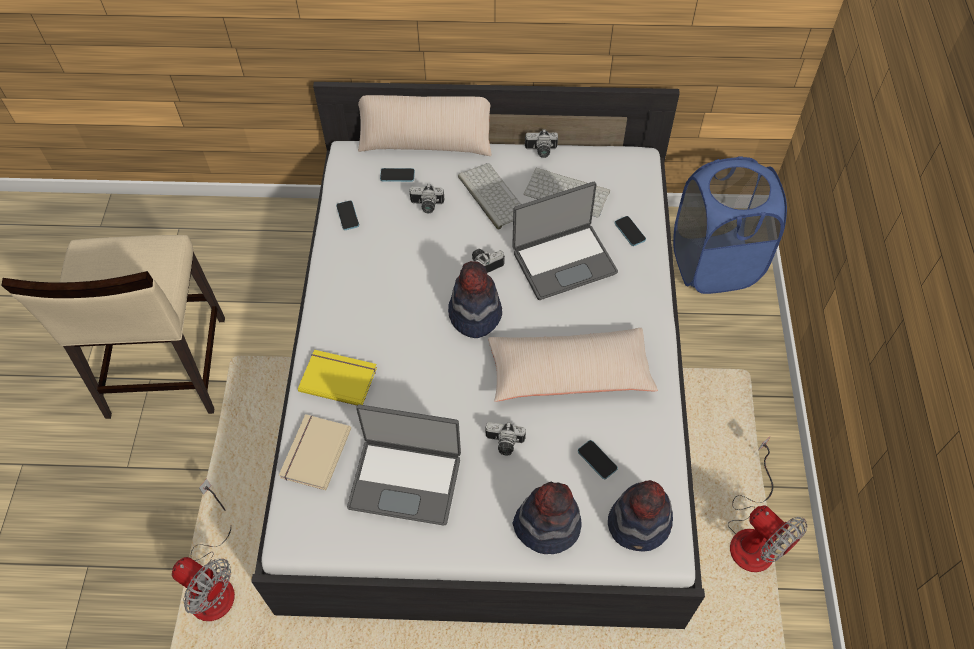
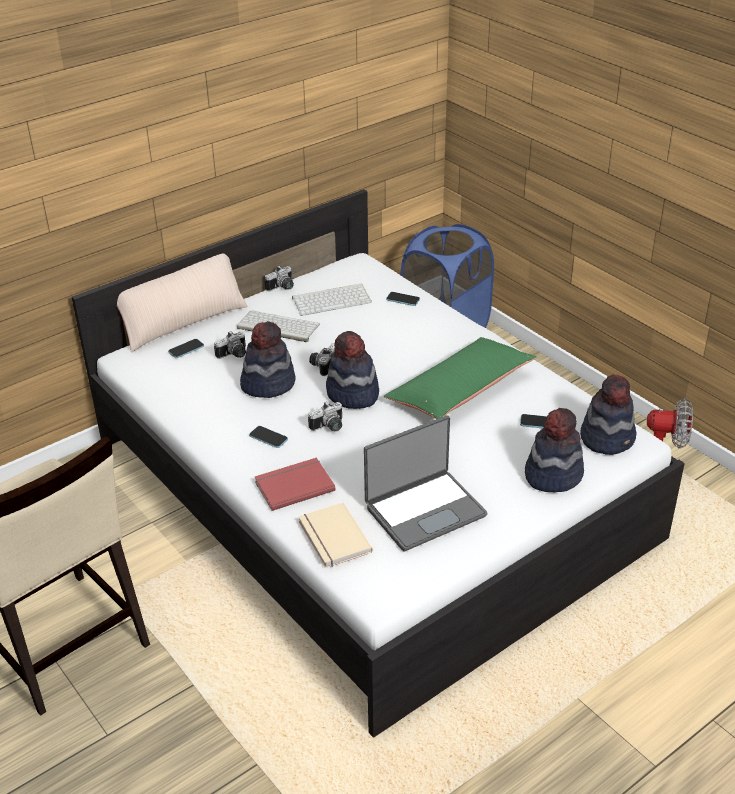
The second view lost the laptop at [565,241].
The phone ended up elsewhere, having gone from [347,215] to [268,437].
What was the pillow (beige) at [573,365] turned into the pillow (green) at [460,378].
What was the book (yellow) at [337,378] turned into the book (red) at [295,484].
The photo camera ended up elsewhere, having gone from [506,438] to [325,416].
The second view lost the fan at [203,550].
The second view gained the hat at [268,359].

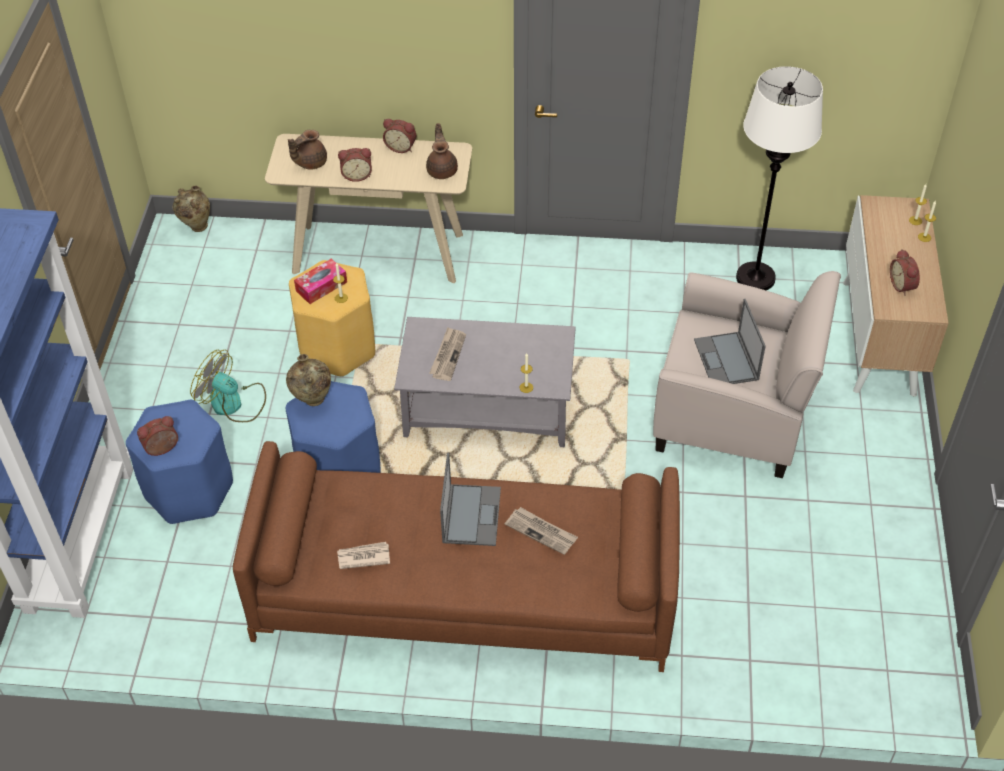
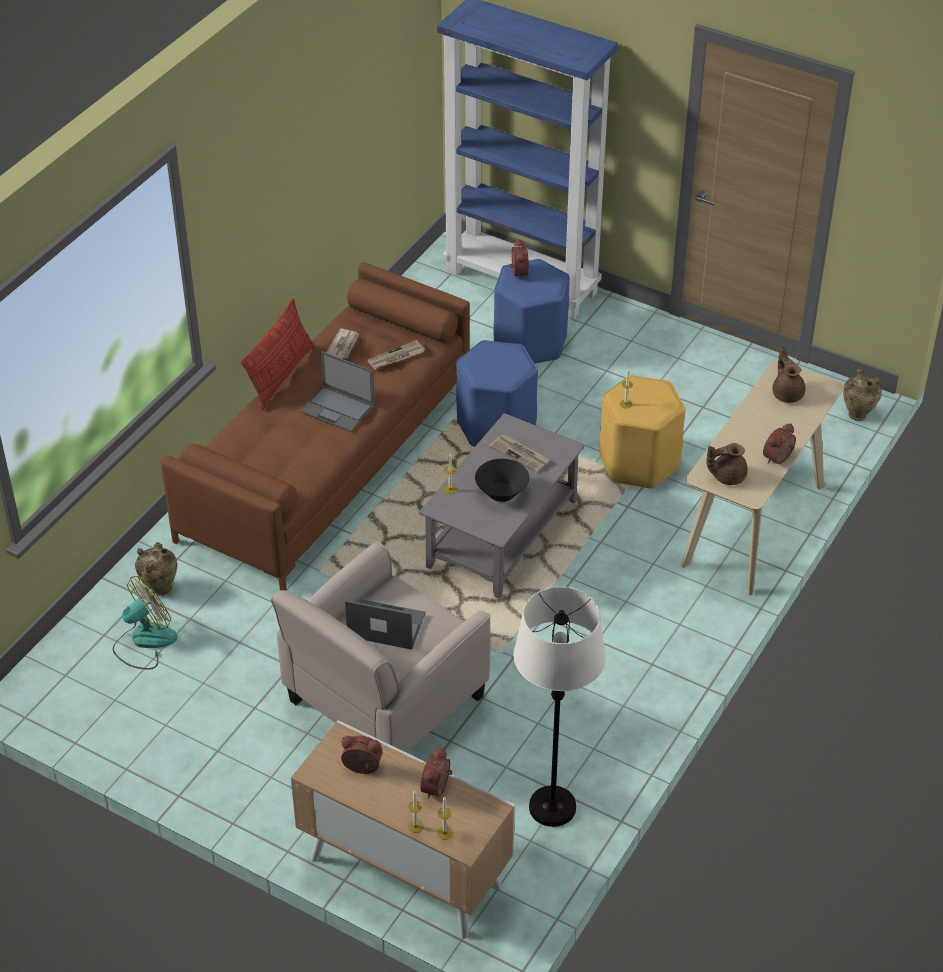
The teapot (brown) at [442,151] ended up facing another way, 150 degrees clockwise from before.
The alarm clock ended up elsewhere, having gone from [355,165] to [436,773].
The second view lost the tissue box at [320,281].
The fan ended up elsewhere, having gone from [228,386] to [145,623].
The vase (beige) ended up elsewhere, having gone from [308,380] to [156,569].
The newspaper ended up elsewhere, having gone from [541,531] to [396,355].
The second view gained the pillow at [278,354].
The second view gained the bowl (black) at [502,480].

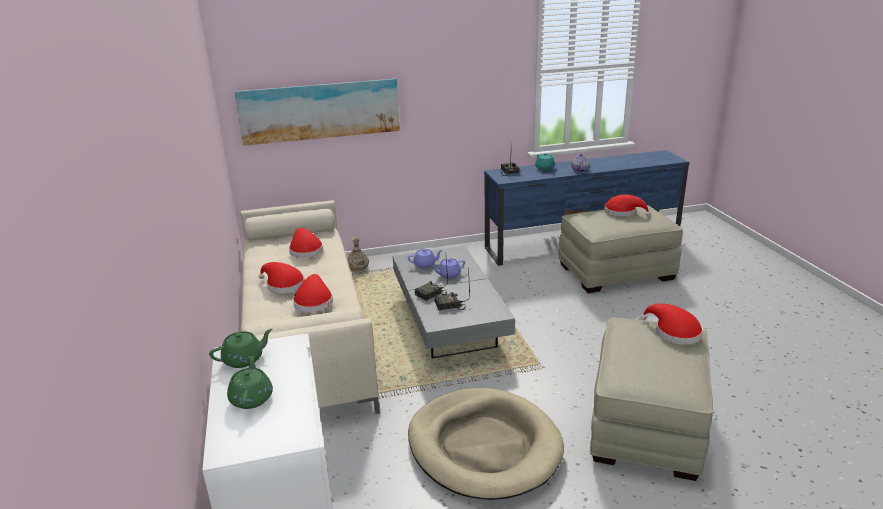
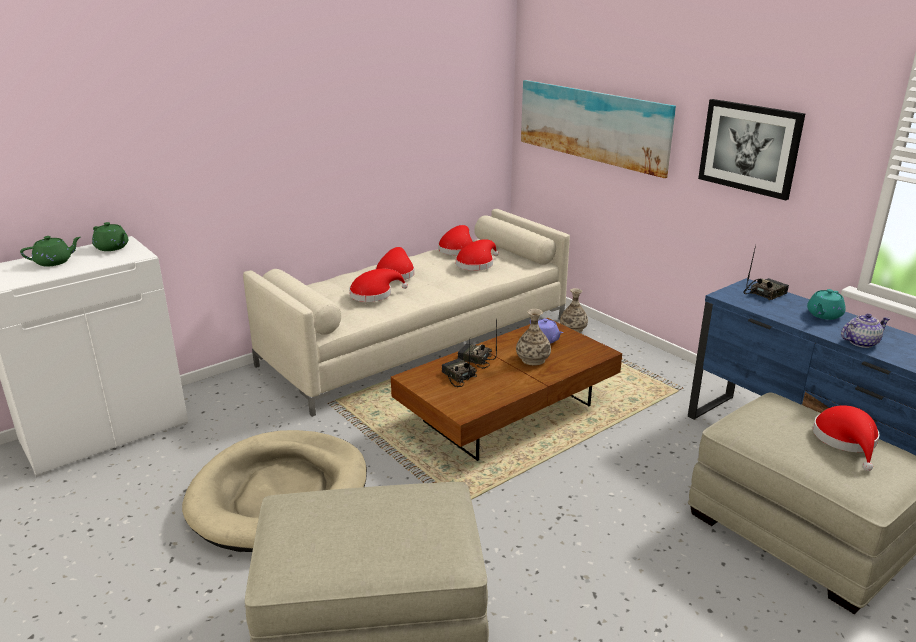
What was the coffee table (grey) at [454,302] turned into the coffee table (brown) at [506,389].
Where the teapot (purple) stood at [448,268], the vase came to stand at [533,337].
The hat (red) ended up elsewhere, having gone from [671,324] to [455,240].
The second view gained the picture at [751,149].

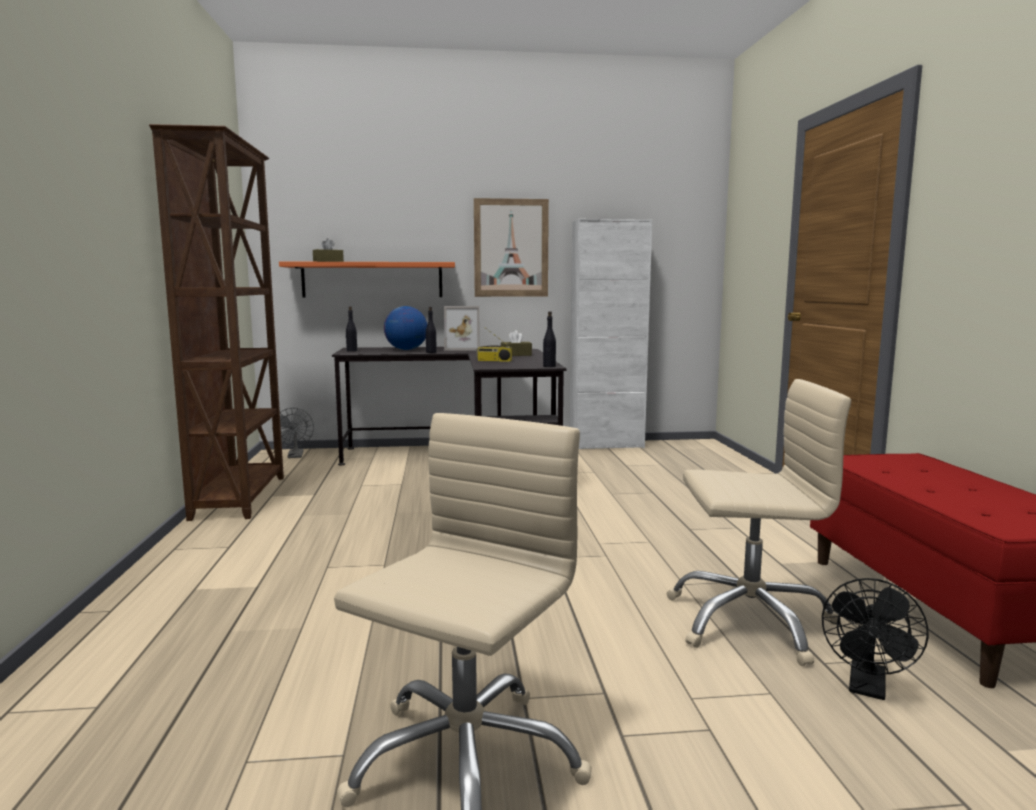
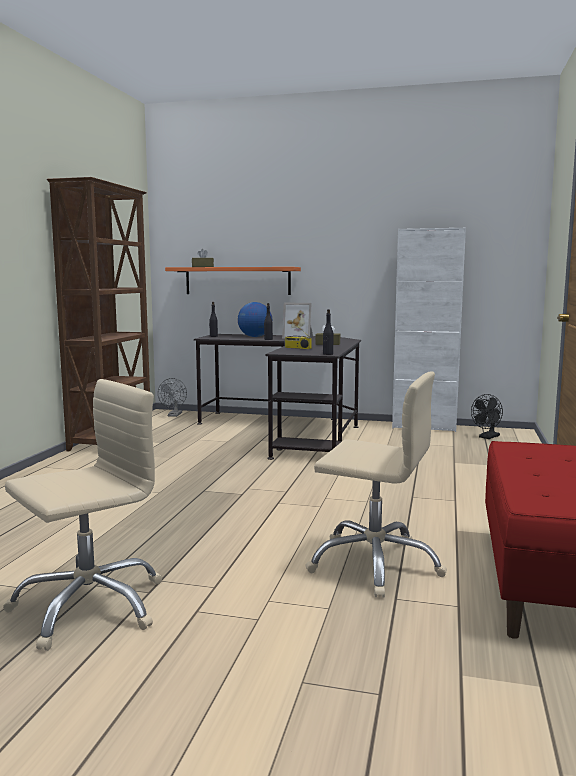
The second view lost the picture at [511,247].
The fan (black) ended up elsewhere, having gone from [875,639] to [487,416].

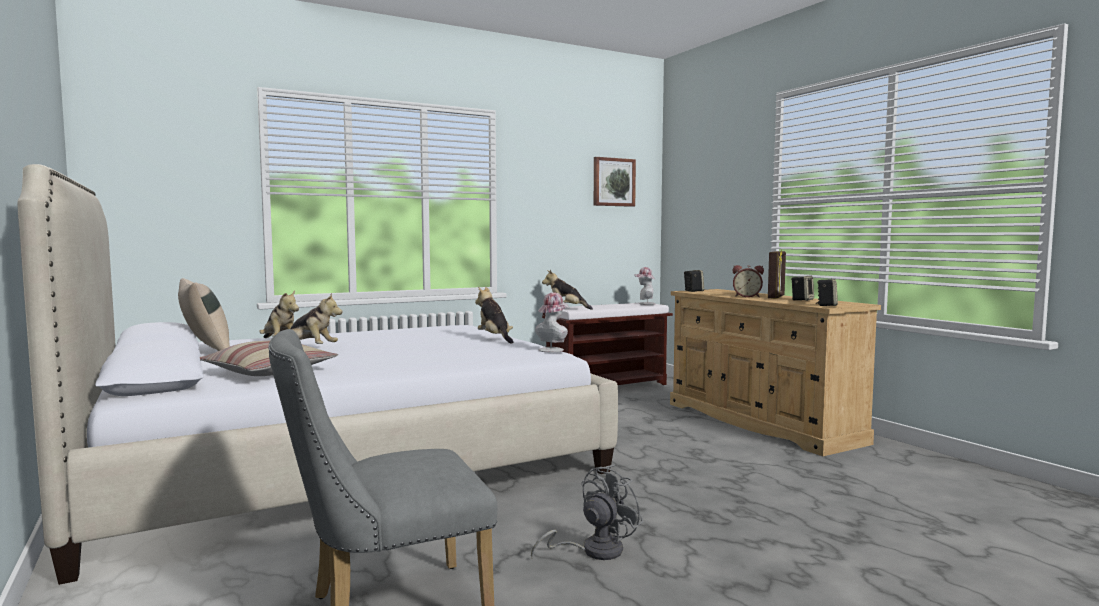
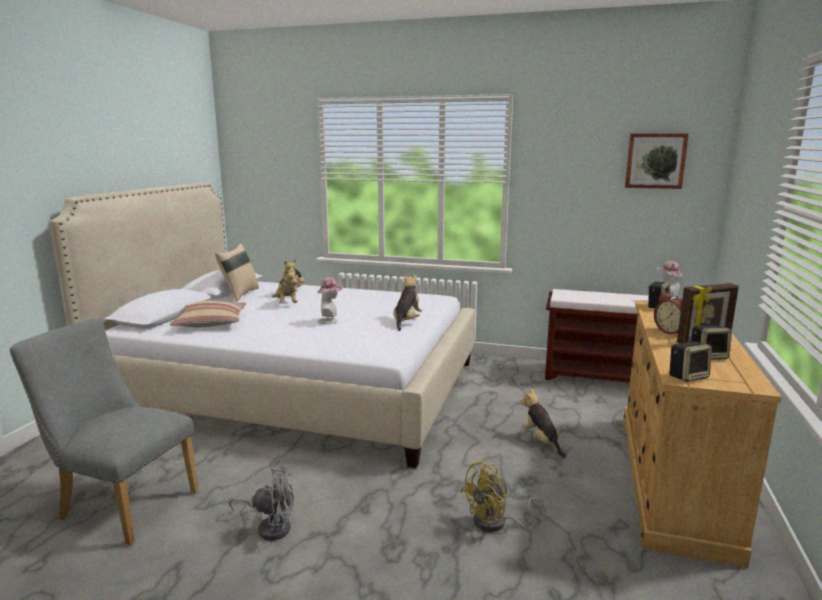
The plush toy ended up elsewhere, having gone from [567,290] to [543,423].
The hat ended up elsewhere, having gone from [552,322] to [330,300].
The second view gained the fan (yellow) at [503,496].

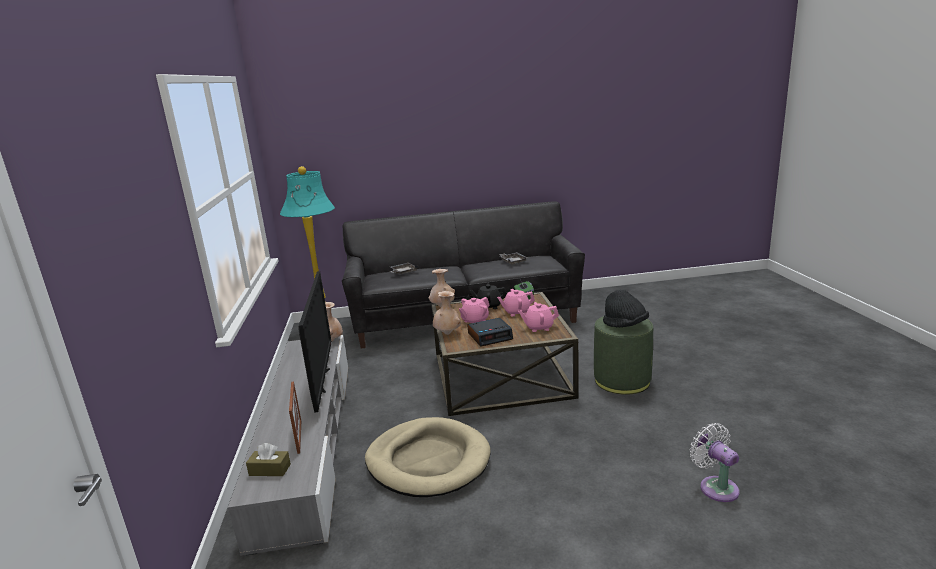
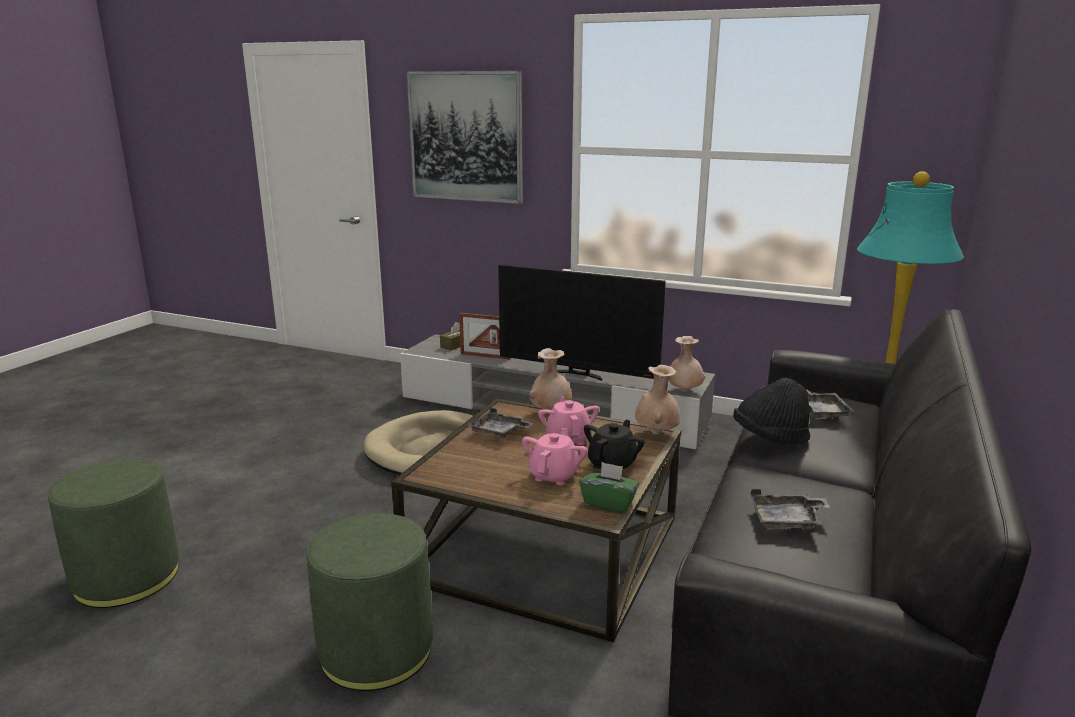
The hat (black) ended up elsewhere, having gone from [626,308] to [771,411].
The second view lost the teapot (pink) at [538,317].
Where the alarm clock stood at [490,332], the tray (grey) came to stand at [501,423].
Where the fan (white) stood at [715,462], the ottoman (green) came to stand at [113,533].
The second view gained the picture at [465,137].

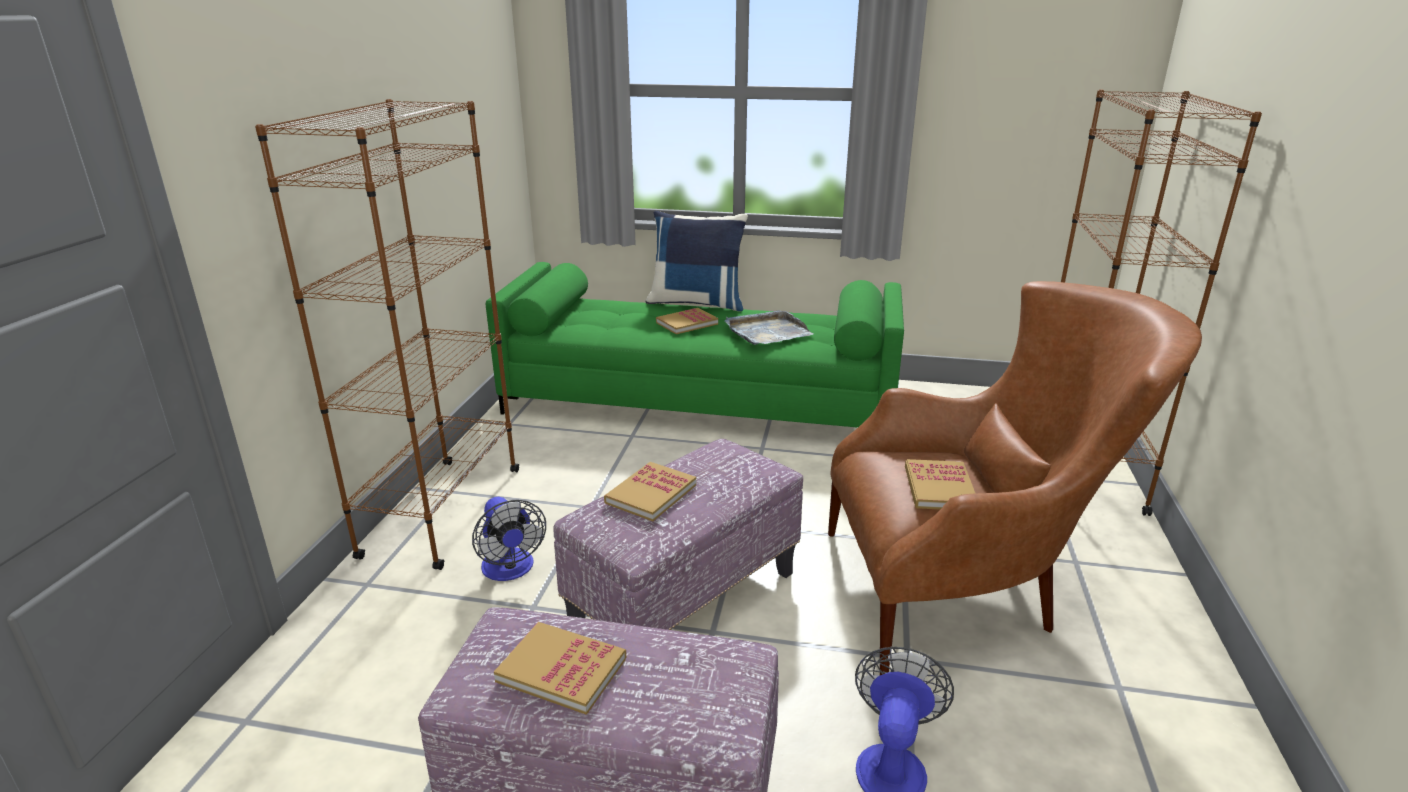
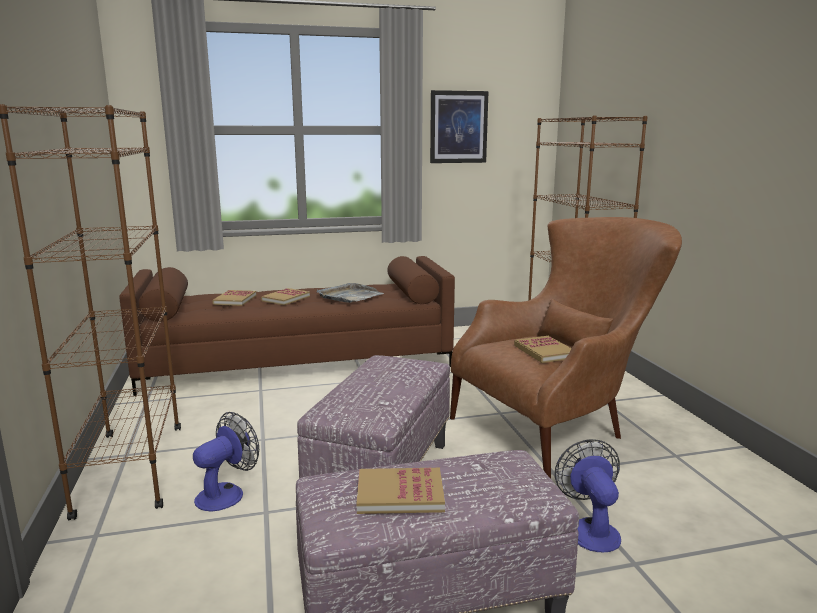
The second view lost the pillow (blue) at [697,261].
What was the sofa (green) at [695,345] turned into the sofa (brown) at [287,326].
The book ended up elsewhere, having gone from [650,491] to [234,298].
The fan at [509,539] ended up facing another way, 90 degrees counterclockwise from before.
The second view gained the picture at [459,126].

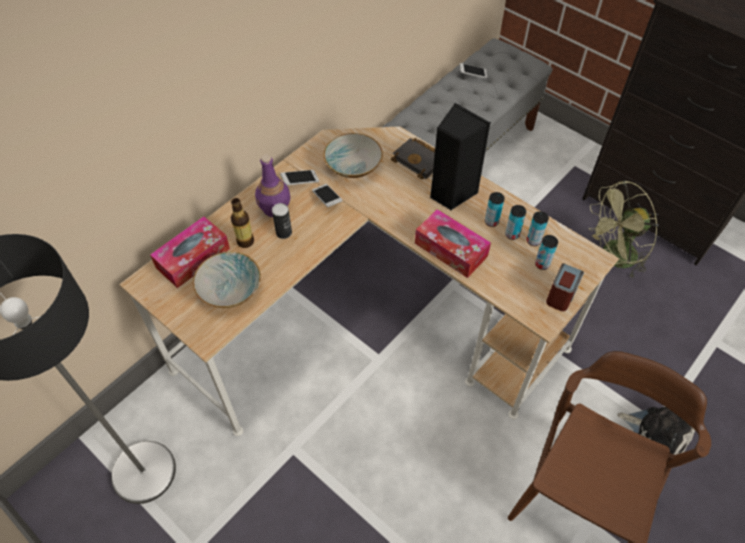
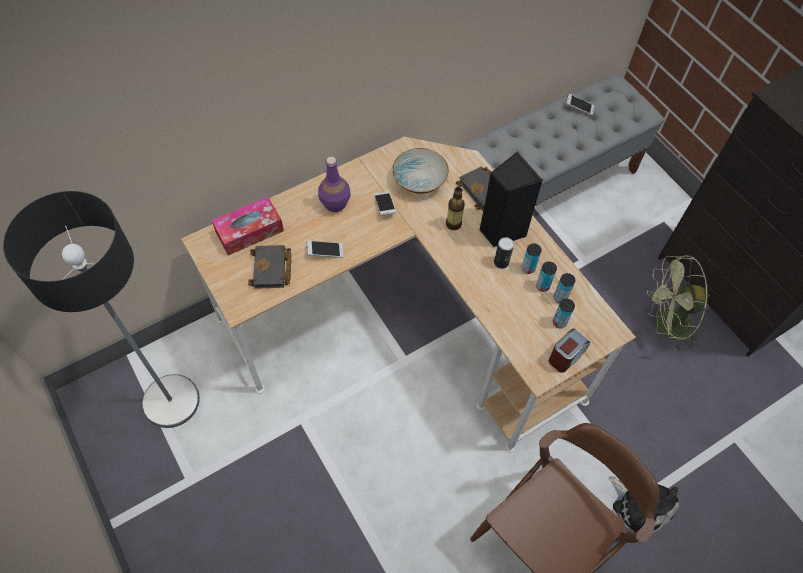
The phone ended up elsewhere, having gone from [299,177] to [325,249].
The bottle ended up elsewhere, having gone from [242,223] to [455,208].
The can ended up elsewhere, having gone from [282,221] to [504,253].
The second view lost the tissue box at [453,243].
Where the bowl stood at [227,280], the book (black) came to stand at [269,267].

